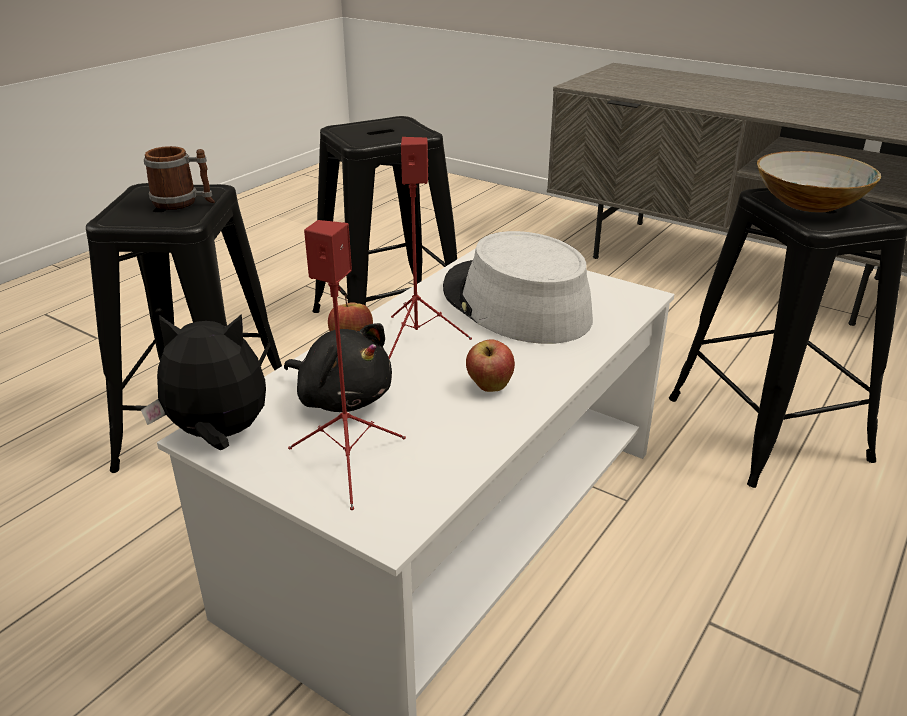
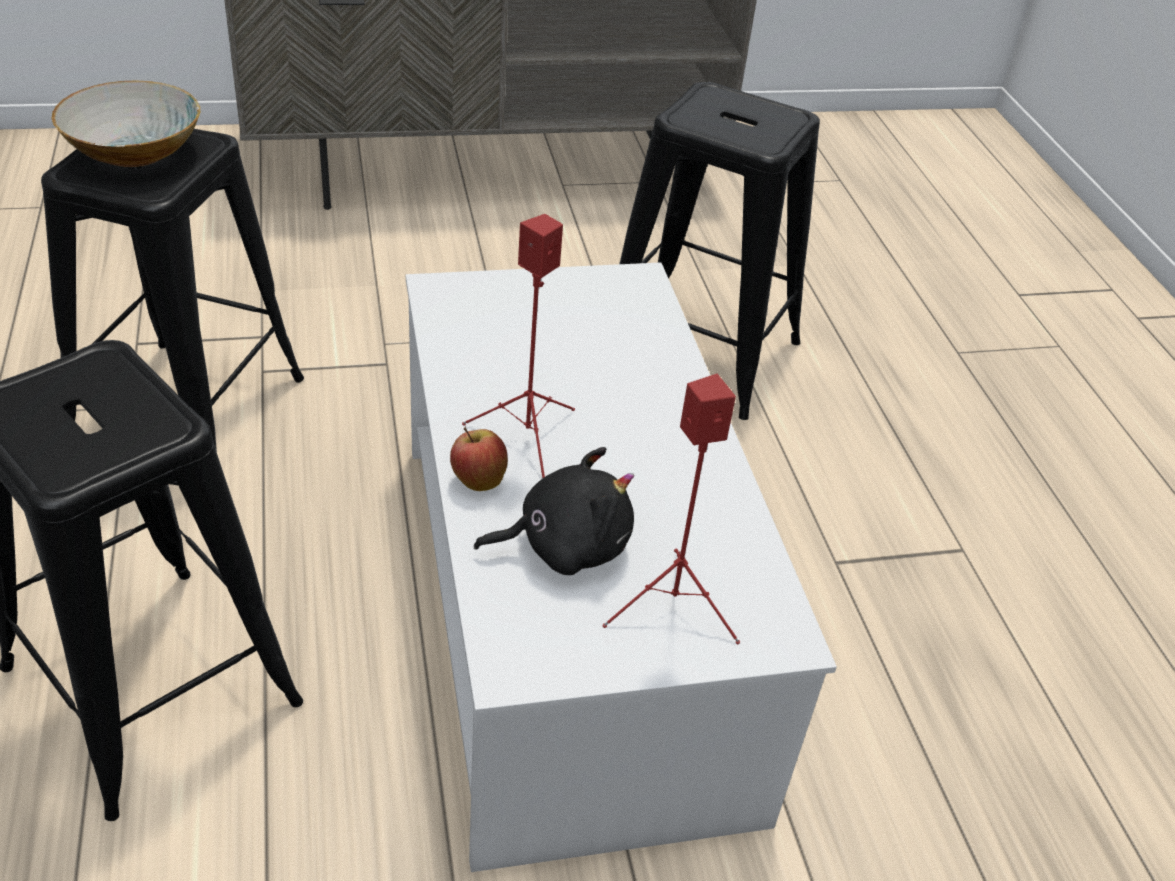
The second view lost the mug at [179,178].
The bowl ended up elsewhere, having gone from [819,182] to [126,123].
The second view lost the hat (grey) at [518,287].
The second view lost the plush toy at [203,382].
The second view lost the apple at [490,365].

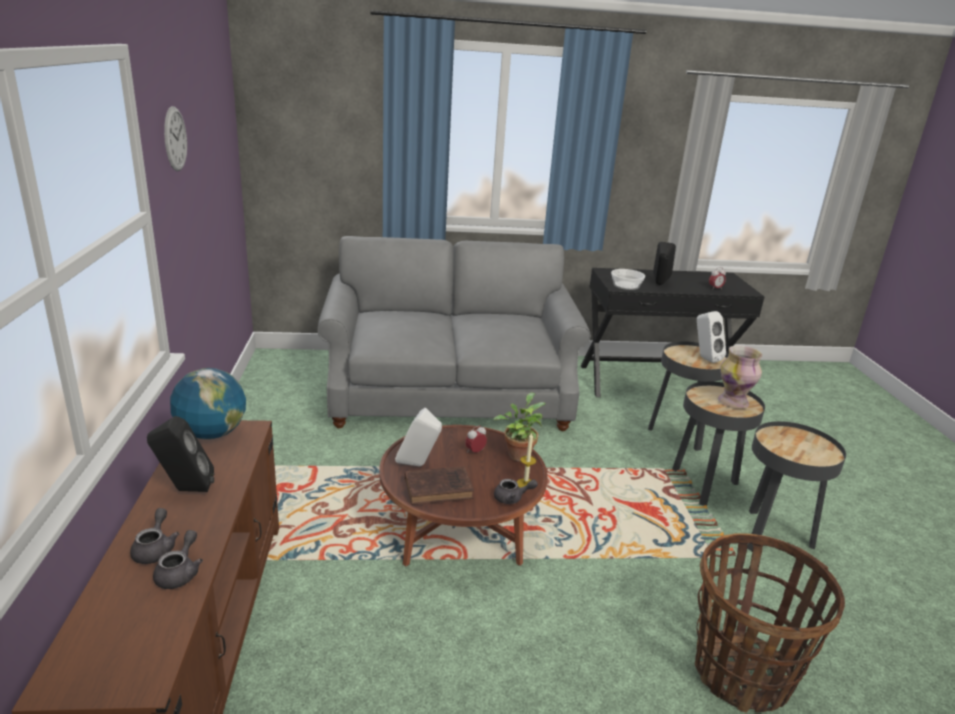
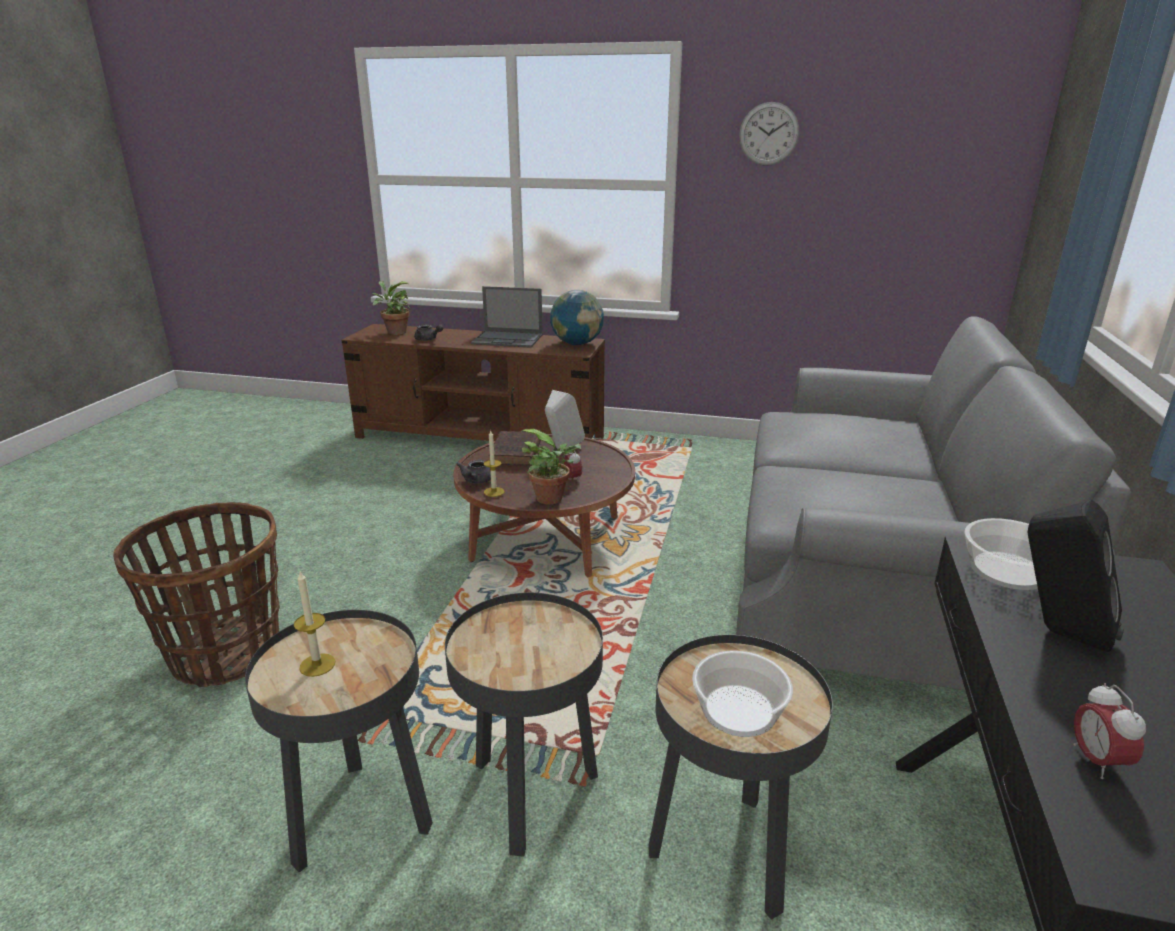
Where the speaker (white) stood at [711,337], the bowl came to stand at [742,693].
The second view lost the vase at [739,377].
Where the speaker (black) stood at [180,454], the laptop came to stand at [507,317].
The second view lost the teapot (grey) at [154,536].
The second view gained the potted plant at [391,308].
The second view gained the candle at [314,624].

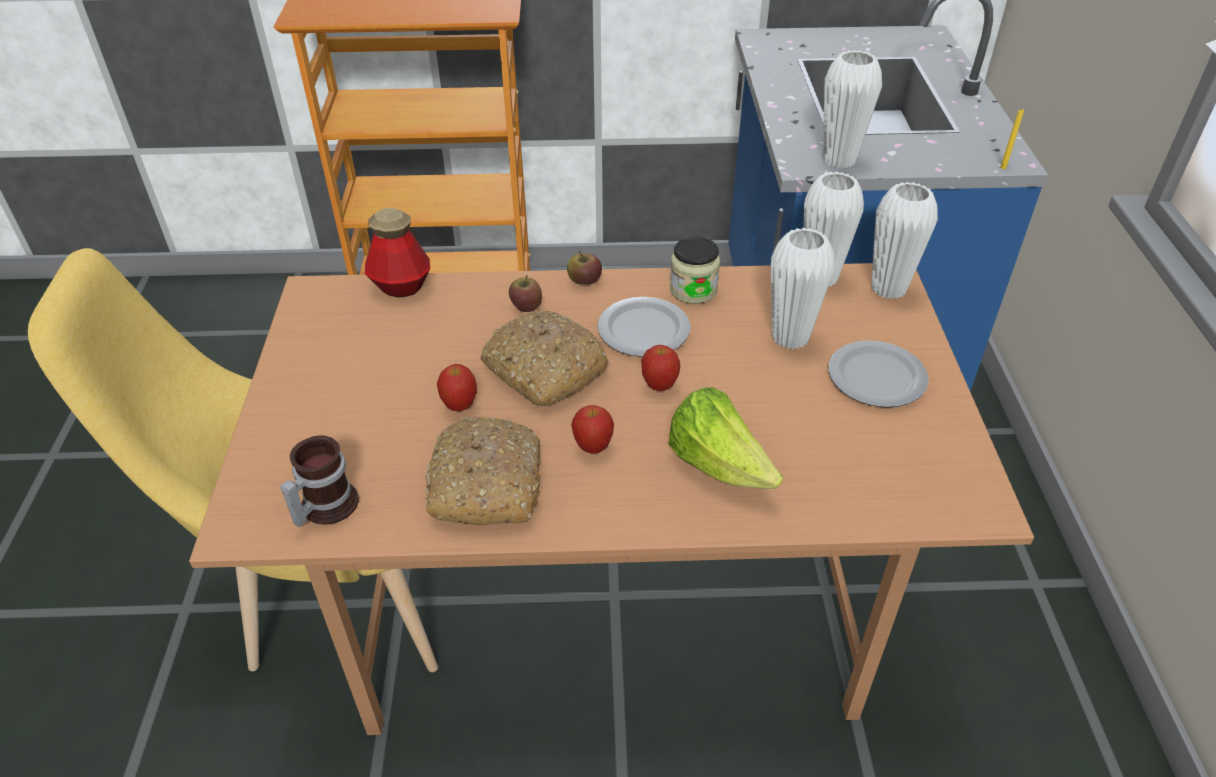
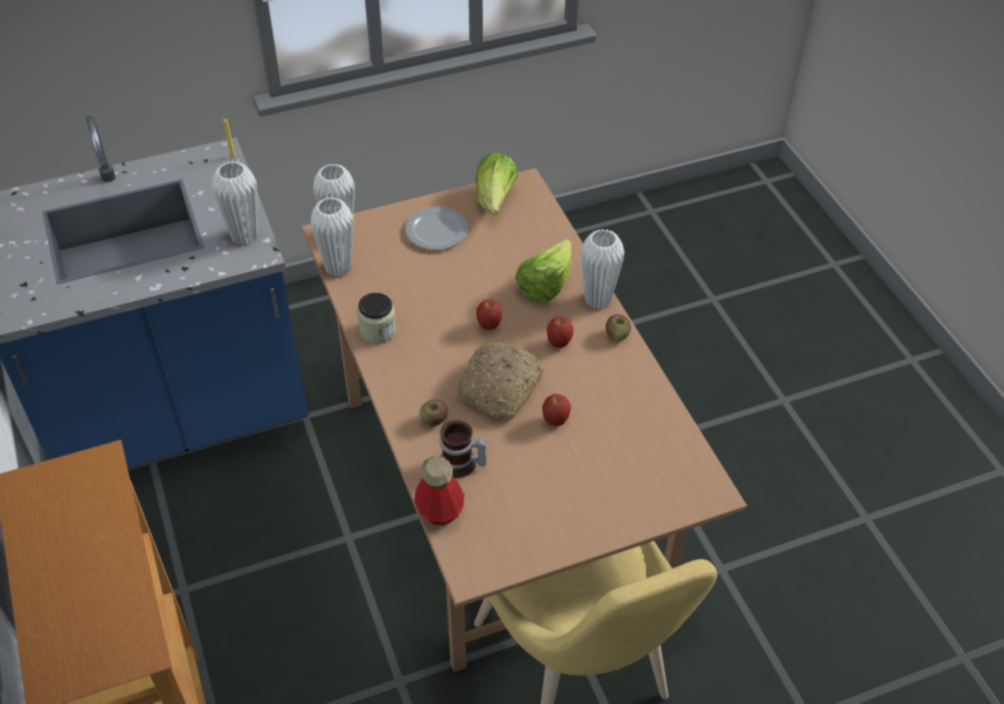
The vase (white) ended up elsewhere, having gone from [803,289] to [602,269].
The apple ended up elsewhere, having gone from [584,268] to [618,327].
The second view lost the plate at [644,327].
The second view lost the bread at [483,471].
The mug ended up elsewhere, having gone from [319,481] to [463,449].
The second view gained the lettuce at [497,183].

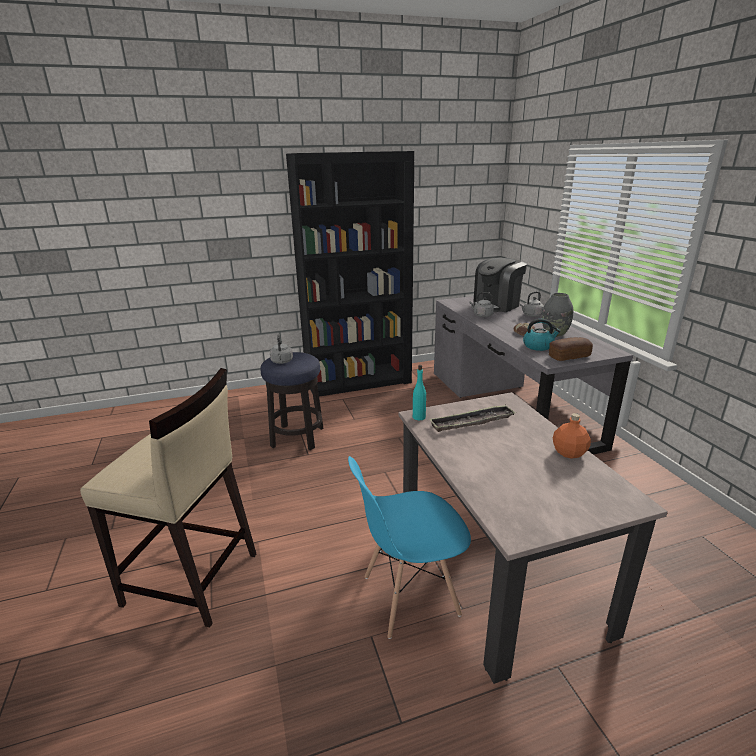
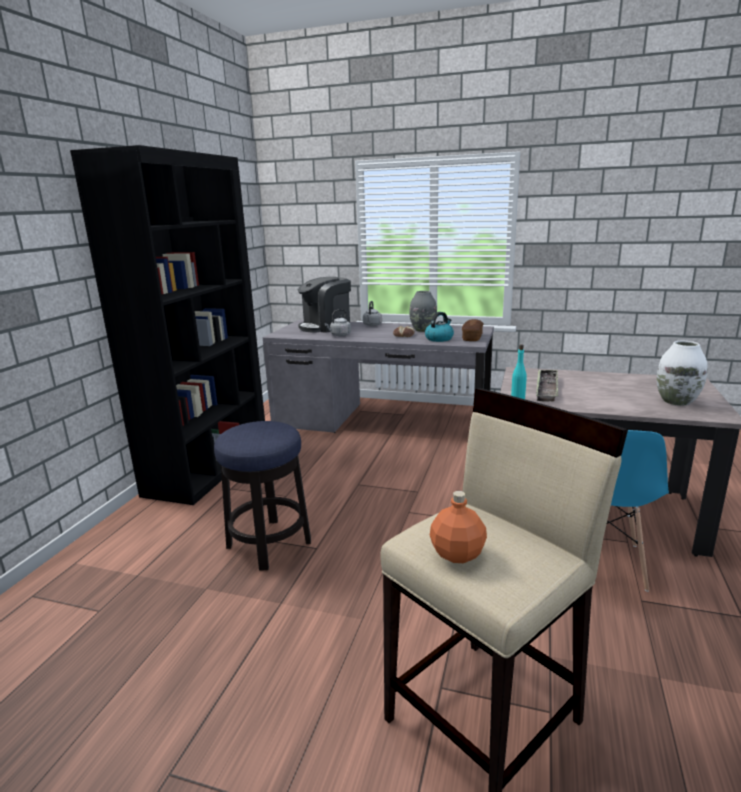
The coffee machine at [500,285] ended up facing another way, 60 degrees clockwise from before.
The second view lost the kettle (grey) at [281,349].
The bottle (orange) ended up elsewhere, having gone from [572,436] to [458,527].
The second view gained the vase (white) at [682,373].

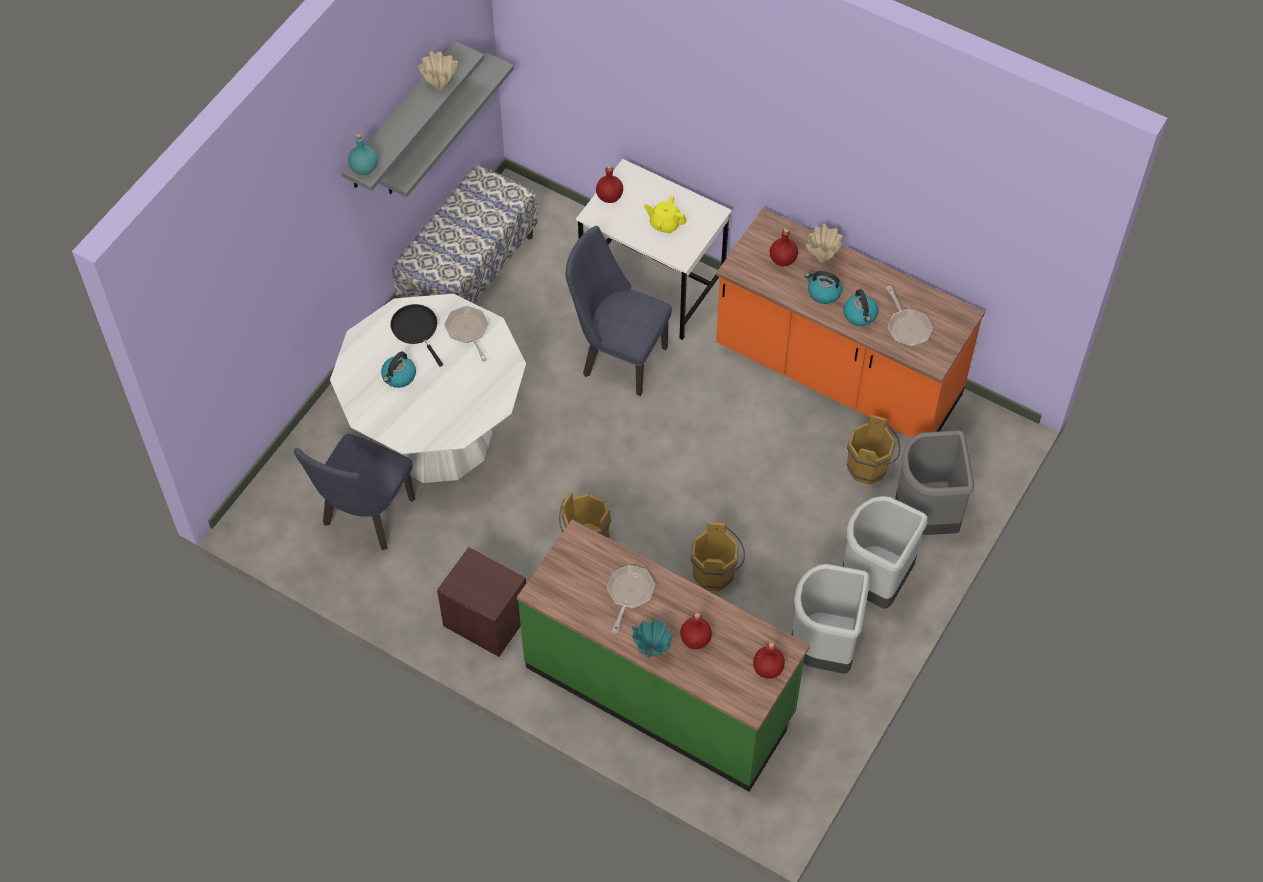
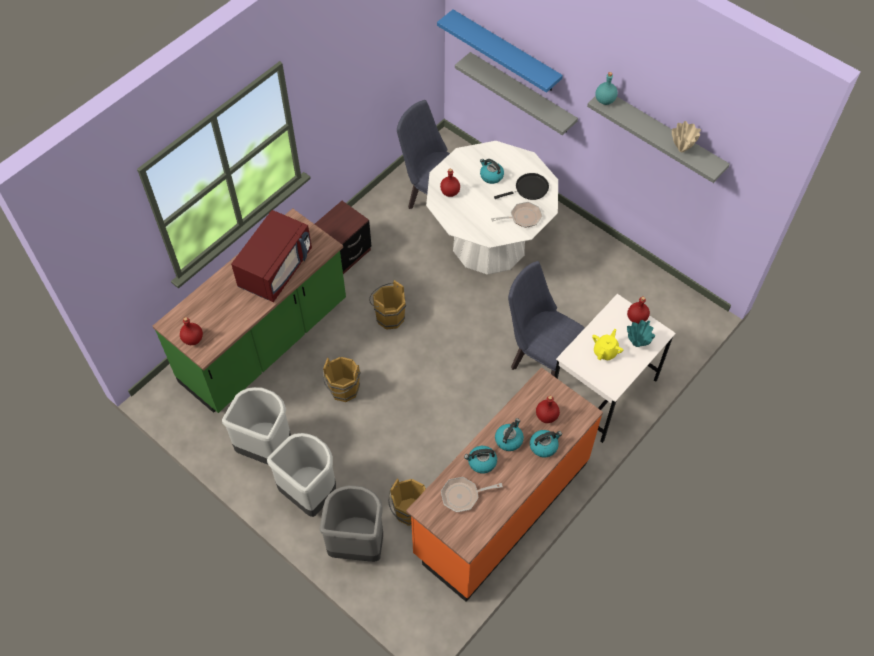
The shelf (grey) ended up elsewhere, having gone from [446,124] to [516,93].
The second view lost the bench at [465,234].
Where the vase (beige) stood at [824,243], the kettle came to stand at [546,443].
The chair (blue) at [618,311] ended up facing another way, 90 degrees counterclockwise from before.
Where the frying pan stood at [631,599], the microwave (red) came to stand at [271,256].
The bottle (red) ended up elsewhere, having gone from [696,631] to [450,183].
The vase (turquoise) ended up elsewhere, having gone from [652,638] to [641,333].
The second view gained the shelf (blue) at [500,51].

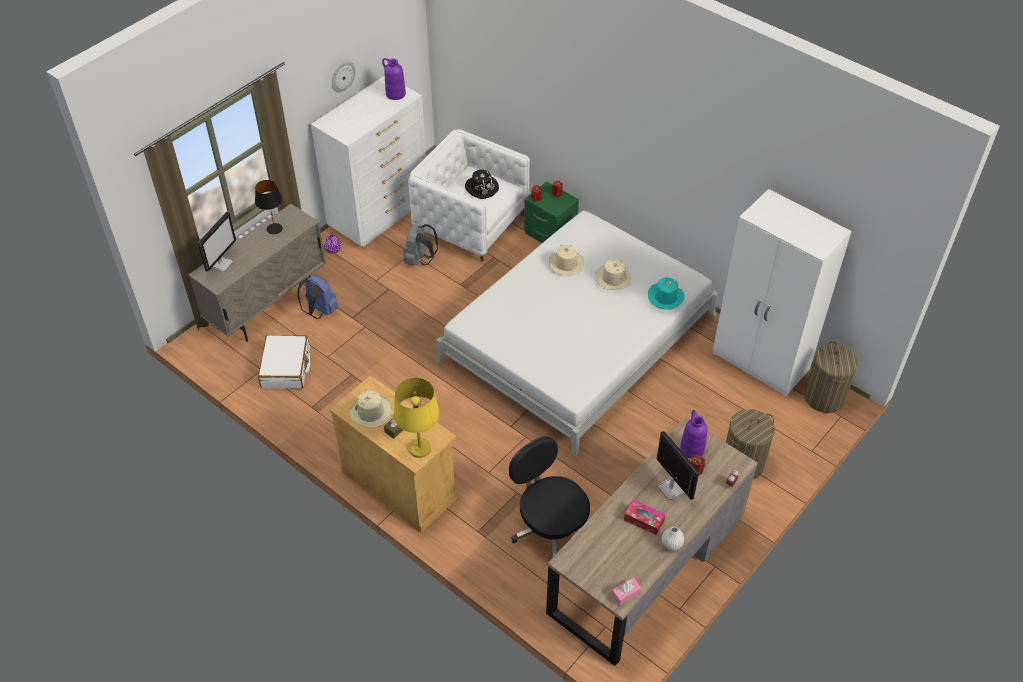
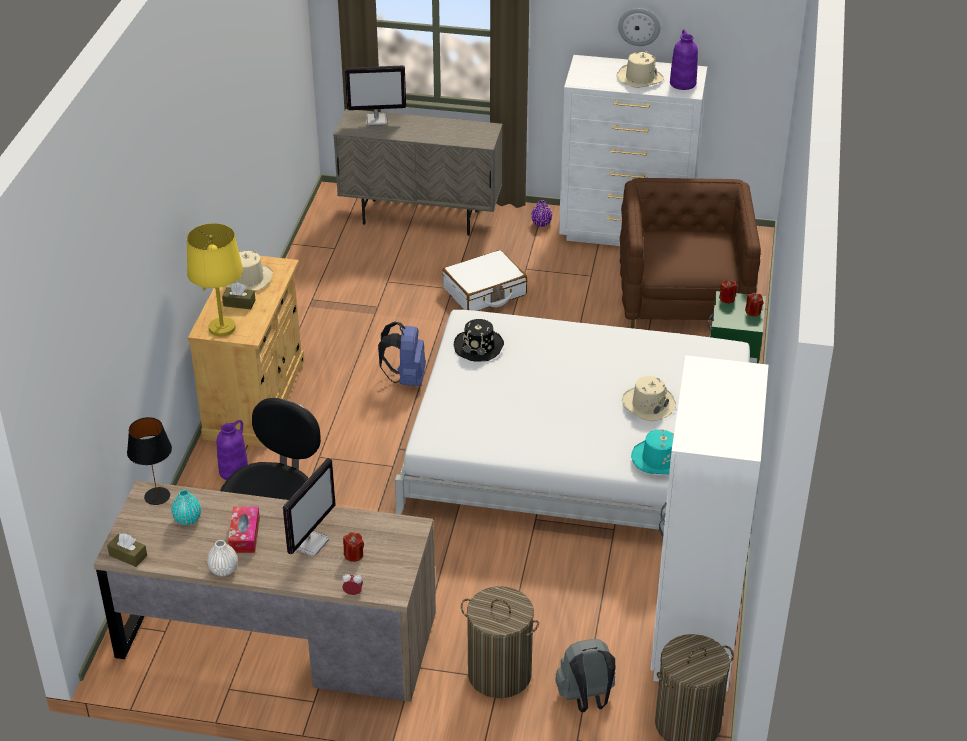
What was the armchair (white) at [469,195] turned into the armchair (brown) at [690,253].
The hat (black) ended up elsewhere, having gone from [482,184] to [479,340].
The table lamp (black) ended up elsewhere, having gone from [269,207] to [149,461].
The backpack (grey) ended up elsewhere, having gone from [420,245] to [585,675].
The hat (beige) ended up elsewhere, having gone from [566,260] to [640,69].
The backpack (blue) ended up elsewhere, having gone from [318,297] to [402,353].
The suitcase (white) ended up elsewhere, having gone from [284,362] to [484,280].
The vase (purple) ended up elsewhere, having gone from [693,434] to [232,450].
What was the tissue box (pink) at [626,592] turned into the tissue box (brown) at [127,550].
The second view gained the vase (turquoise) at [186,507].

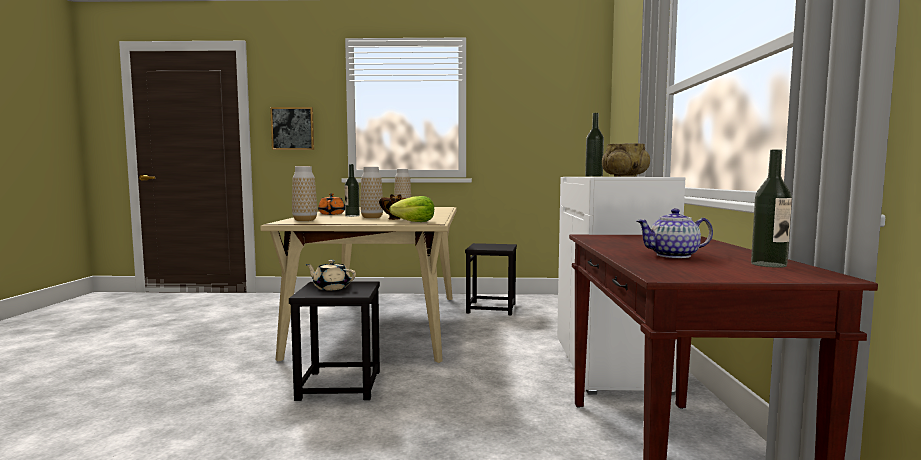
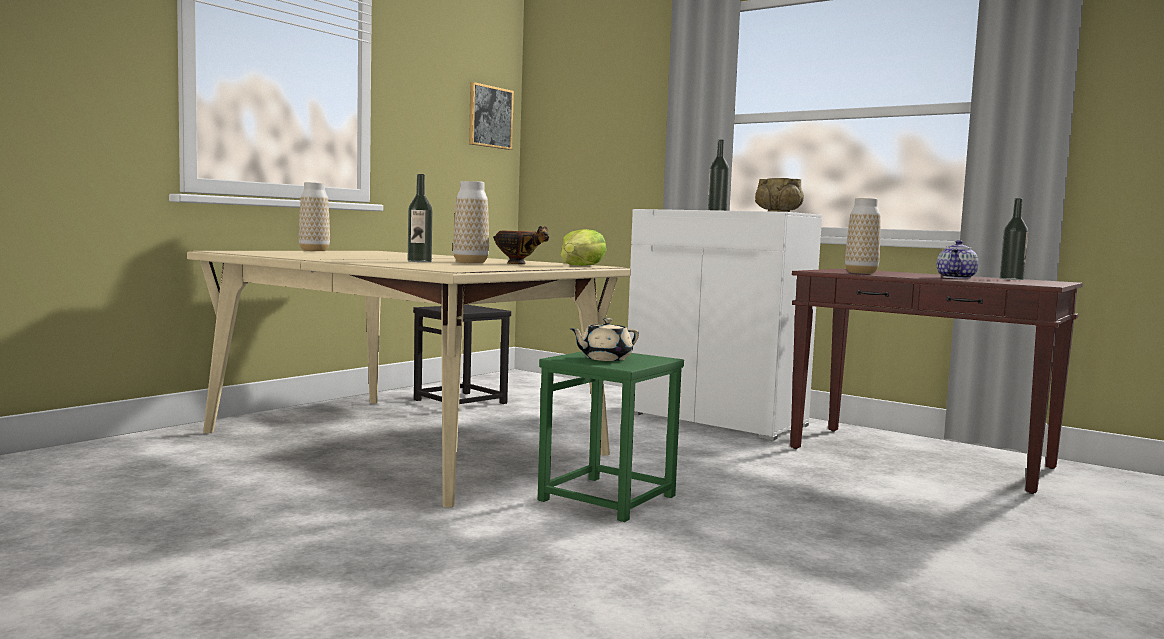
The picture ended up elsewhere, having gone from [292,128] to [491,116].
The vase ended up elsewhere, having gone from [304,193] to [862,236].
The second view lost the teapot (orange) at [331,204].
What was the stool (black) at [334,341] turned into the stool (green) at [611,436].

